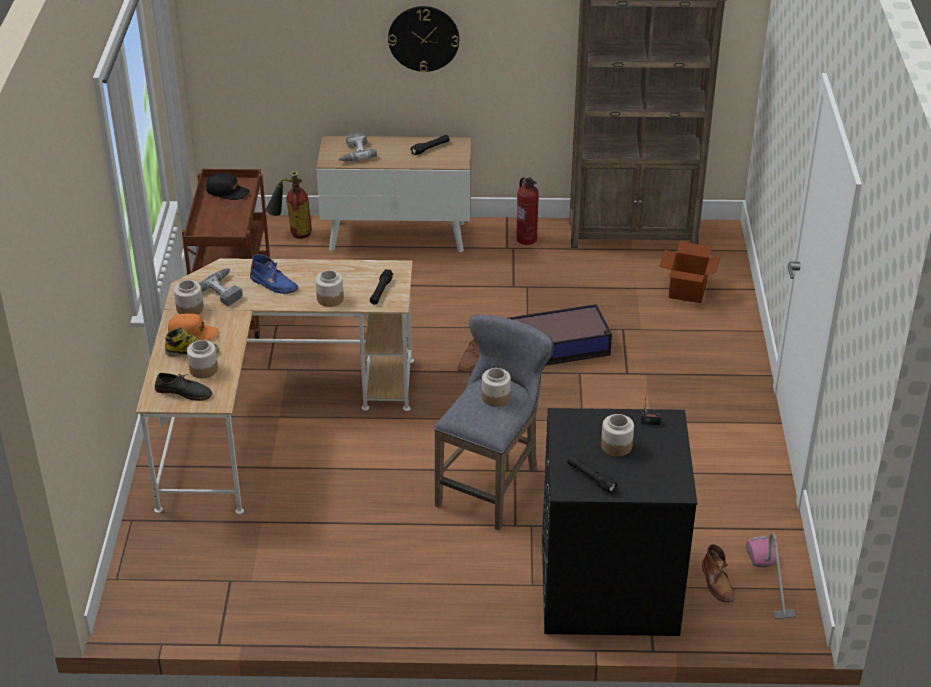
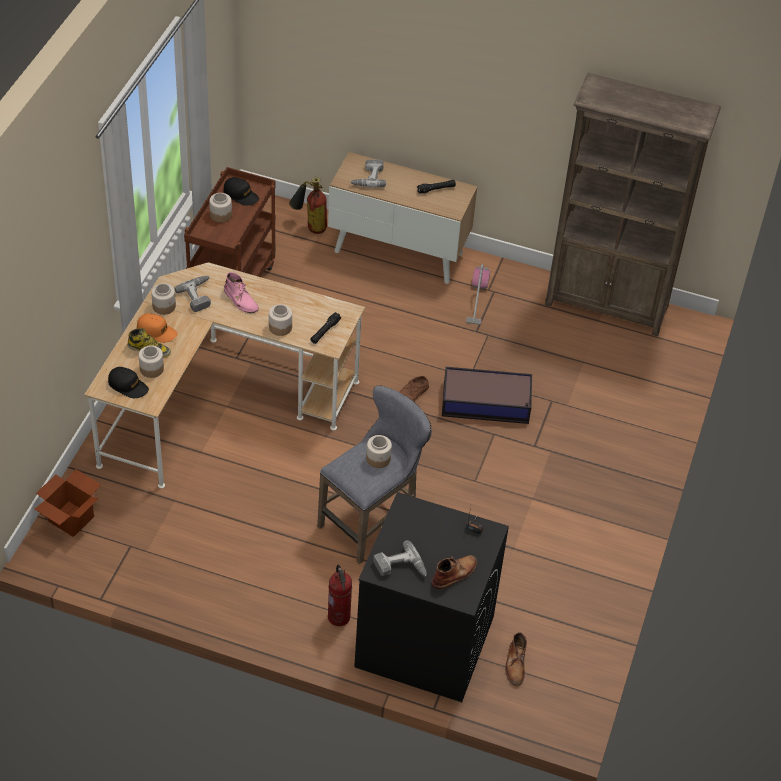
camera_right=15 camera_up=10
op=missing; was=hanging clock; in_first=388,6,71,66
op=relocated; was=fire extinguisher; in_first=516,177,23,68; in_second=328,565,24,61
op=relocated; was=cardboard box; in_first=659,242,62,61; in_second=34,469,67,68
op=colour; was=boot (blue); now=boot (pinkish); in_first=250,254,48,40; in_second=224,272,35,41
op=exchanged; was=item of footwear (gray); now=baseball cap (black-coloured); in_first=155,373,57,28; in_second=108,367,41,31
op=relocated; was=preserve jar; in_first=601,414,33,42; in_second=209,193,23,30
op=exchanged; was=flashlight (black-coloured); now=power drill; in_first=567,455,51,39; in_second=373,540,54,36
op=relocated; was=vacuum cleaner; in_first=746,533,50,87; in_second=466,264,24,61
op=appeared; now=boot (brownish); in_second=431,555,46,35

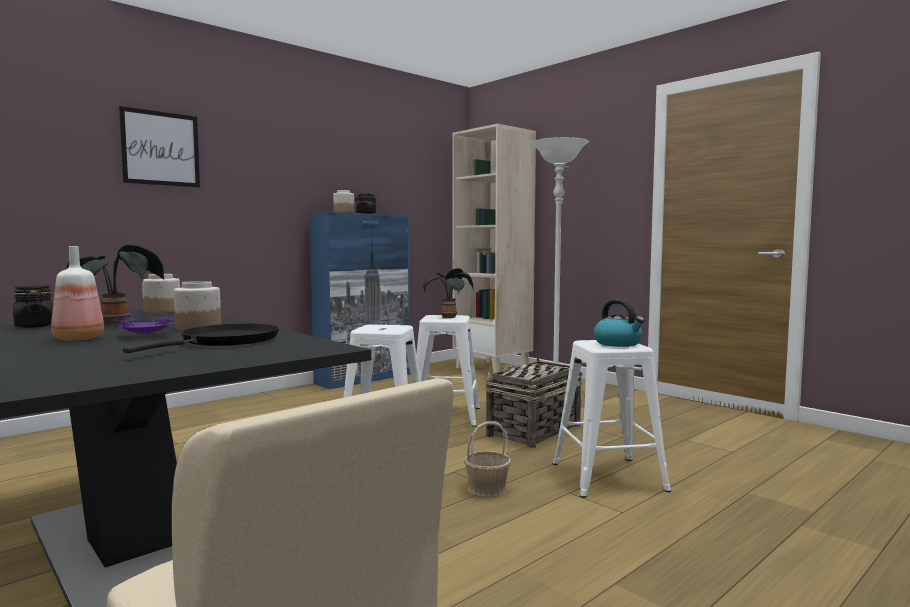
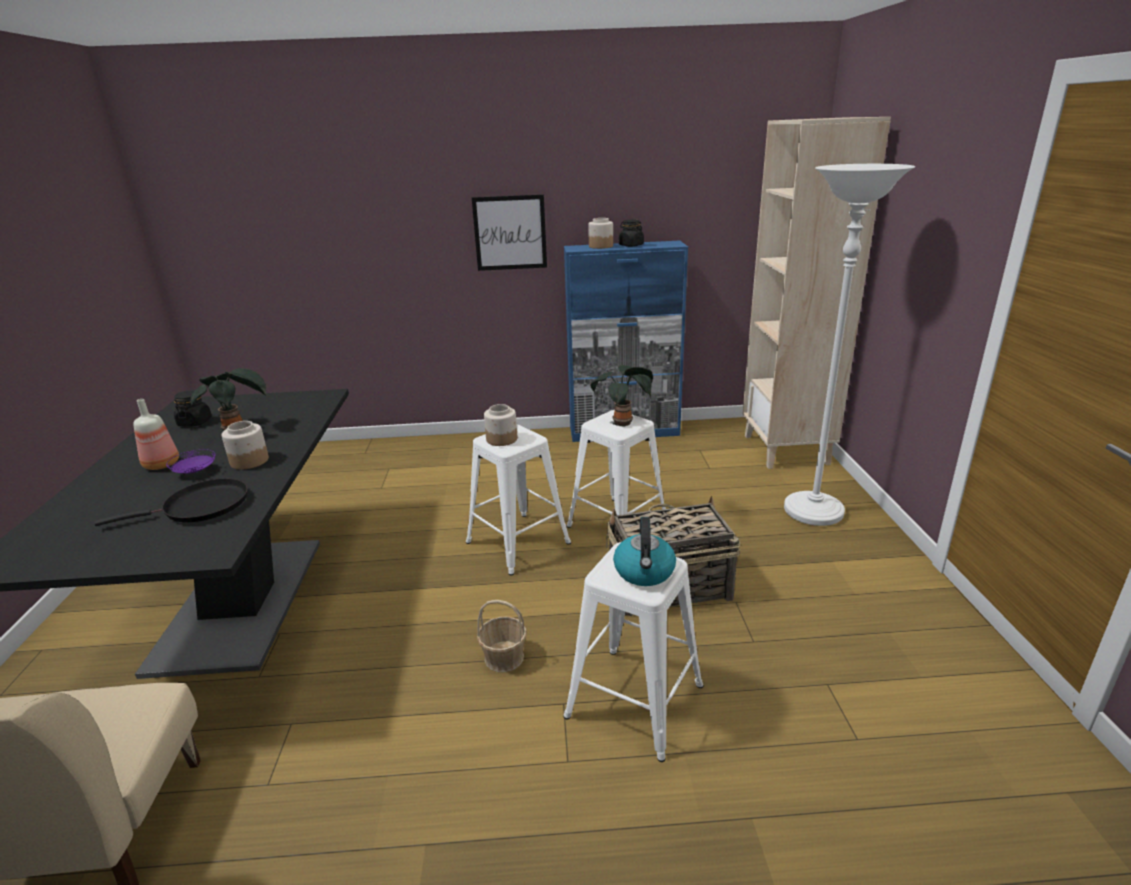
camera_right=40 camera_up=20
op=relocated; was=wall picture; in_first=119,106,81,82; in_second=472,194,75,77
op=relocated; was=preserve jar; in_first=142,274,38,39; in_second=484,404,34,42

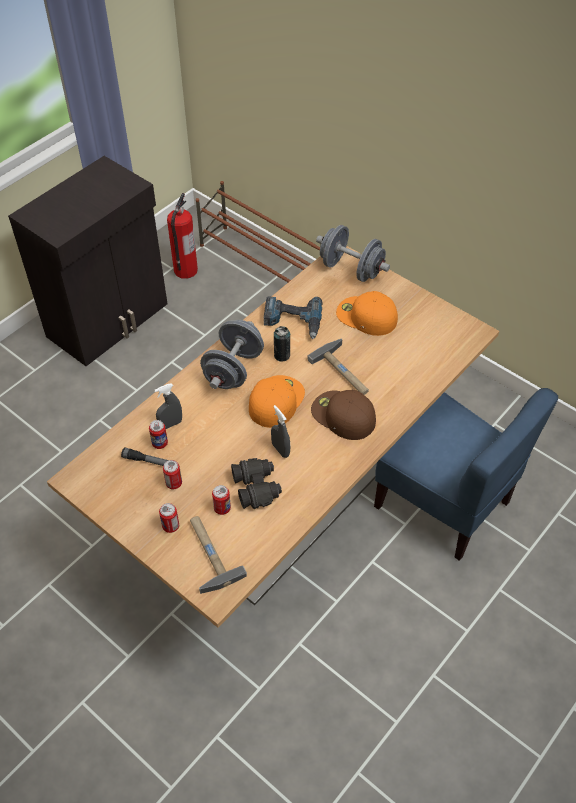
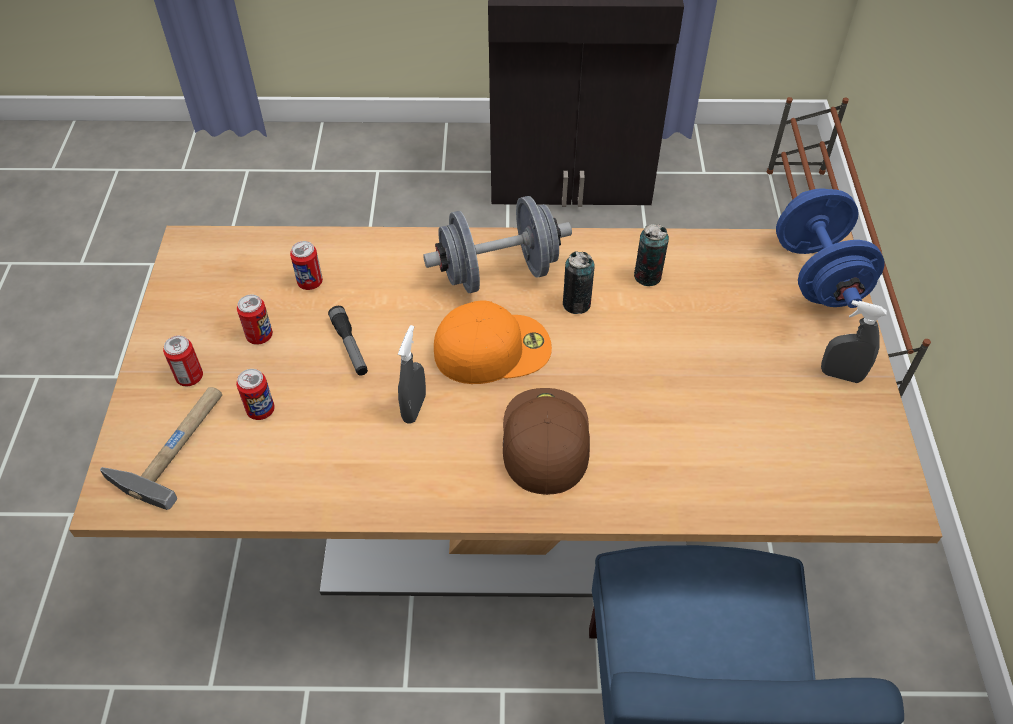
camera_right=50 camera_up=0
op=missing; was=fire extinguisher; in_first=167,193,31,86
op=colour; was=free weight (gray); now=free weight (blue); in_first=316,225,74,57; in_second=776,188,109,120
op=missing; was=baseball cap (orangey); in_first=336,291,62,45
op=exchanged; was=power drill; now=metal can; in_first=264,297,59,42; in_second=634,224,35,62
op=missing; was=hand hammer; in_first=307,339,62,56
op=relocated; was=spray bottle (gray); in_first=154,384,28,45; in_second=821,300,66,83
op=relocated; was=flashlight; in_first=121,447,48,19; in_second=328,306,40,70
op=missing; was=field glasses (black-coloured); in_first=231,458,51,51

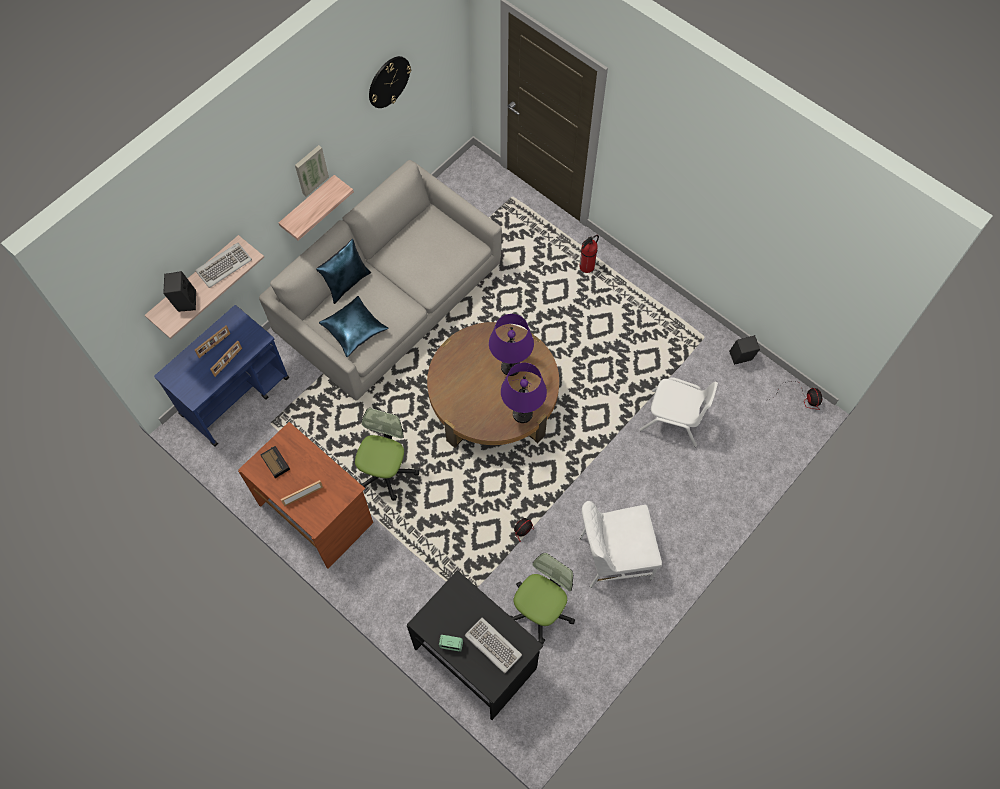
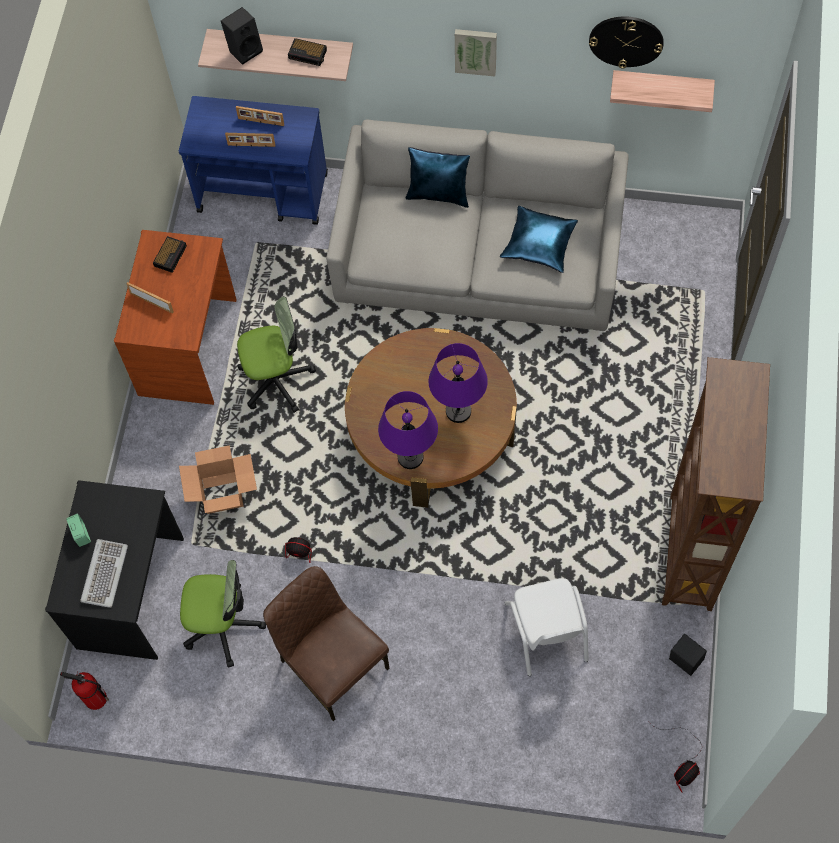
camera_right=60 camera_up=0
op=relocated; was=wall shelf; in_first=279,175,75,66; in_second=610,70,105,42
op=relocated; was=fire extinguisher; in_first=579,235,20,38; in_second=60,671,49,39
op=exchanged; was=computer keyboard; now=alarm clock; in_first=195,243,57,45; in_second=288,38,39,28
op=relocated; was=pillow (blue); in_first=319,296,69,61; in_second=500,206,78,67
op=colour; was=upright chair (white); now=upright chair (brownish); in_first=579,501,83,87; in_second=263,566,127,155
op=appeared; now=shelving unit (brownish); in_second=662,357,108,254
op=appeared; now=cardboard box; in_second=179,445,78,69

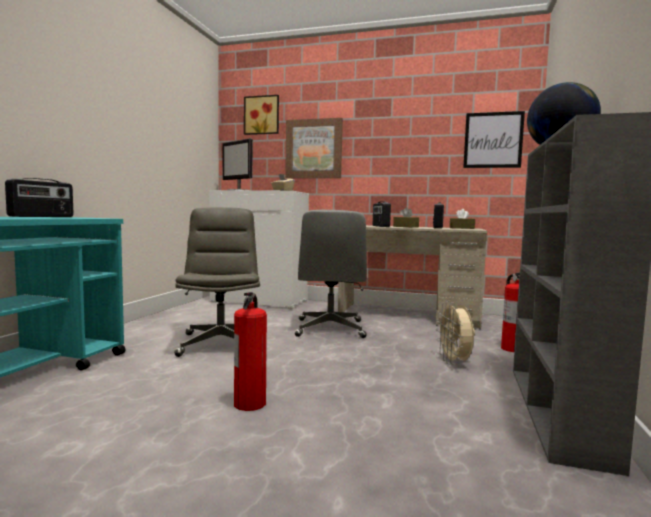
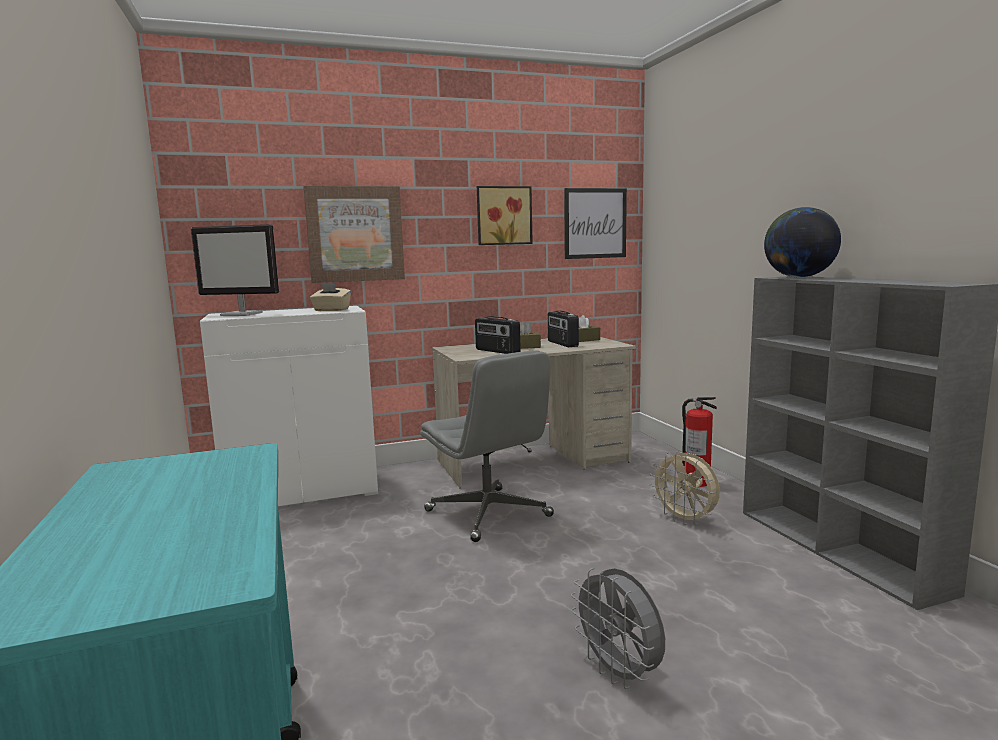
camera_right=-35 camera_up=5
op=relocated; was=wall picture; in_first=244,95,35,40; in_second=477,186,56,59
op=missing; was=radio receiver; in_first=5,178,69,39
op=missing; was=office chair (gray); in_first=174,207,86,150
op=exchanged; was=fire extinguisher; now=fan (gray); in_first=234,292,33,119; in_second=571,568,94,121

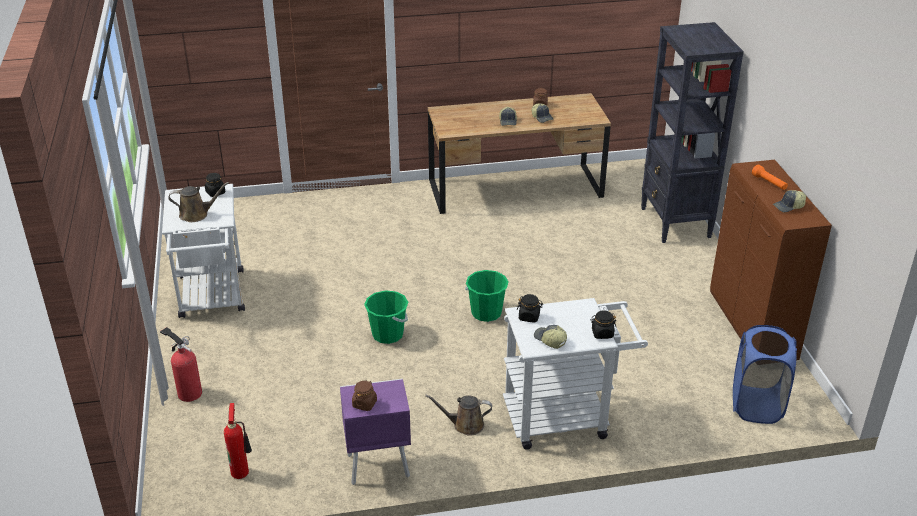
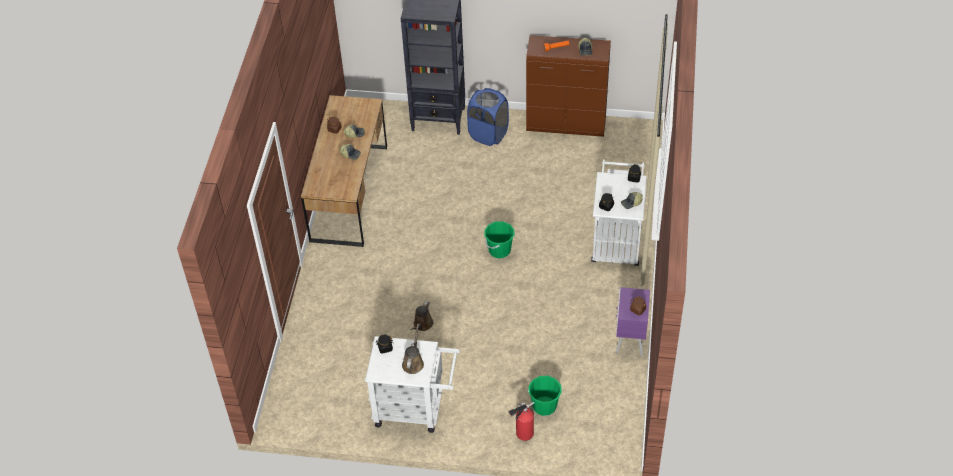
camera_right=-70 camera_up=15
op=relocated; was=pail (greenish); in_first=364,290,44,54; in_second=528,376,34,40
op=relocated; was=laundry basket (blue); in_first=733,325,64,99; in_second=467,88,42,58
op=relocated; was=sprinkling can (brownish); in_first=425,395,67,41; in_second=410,301,24,30
op=missing; was=fire extinguisher; in_first=224,403,28,76

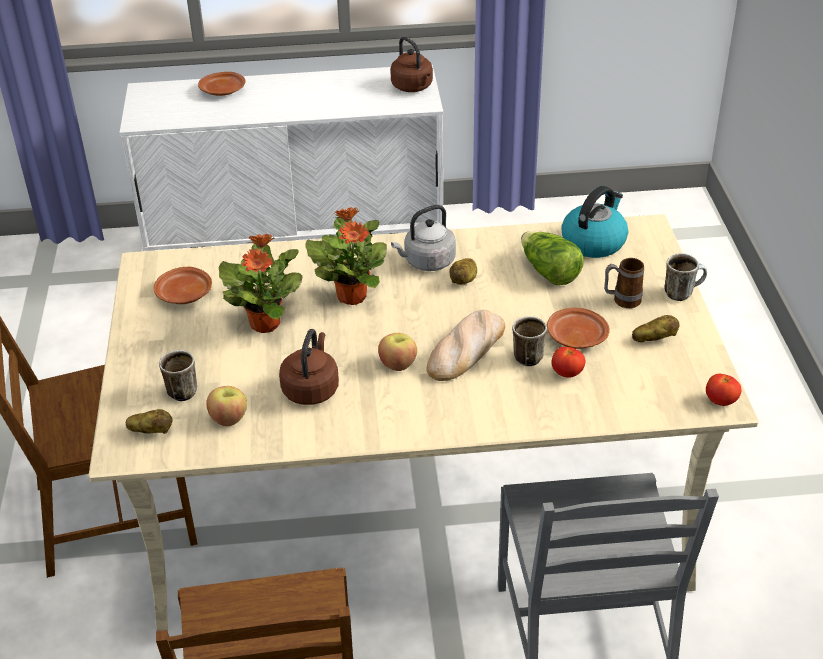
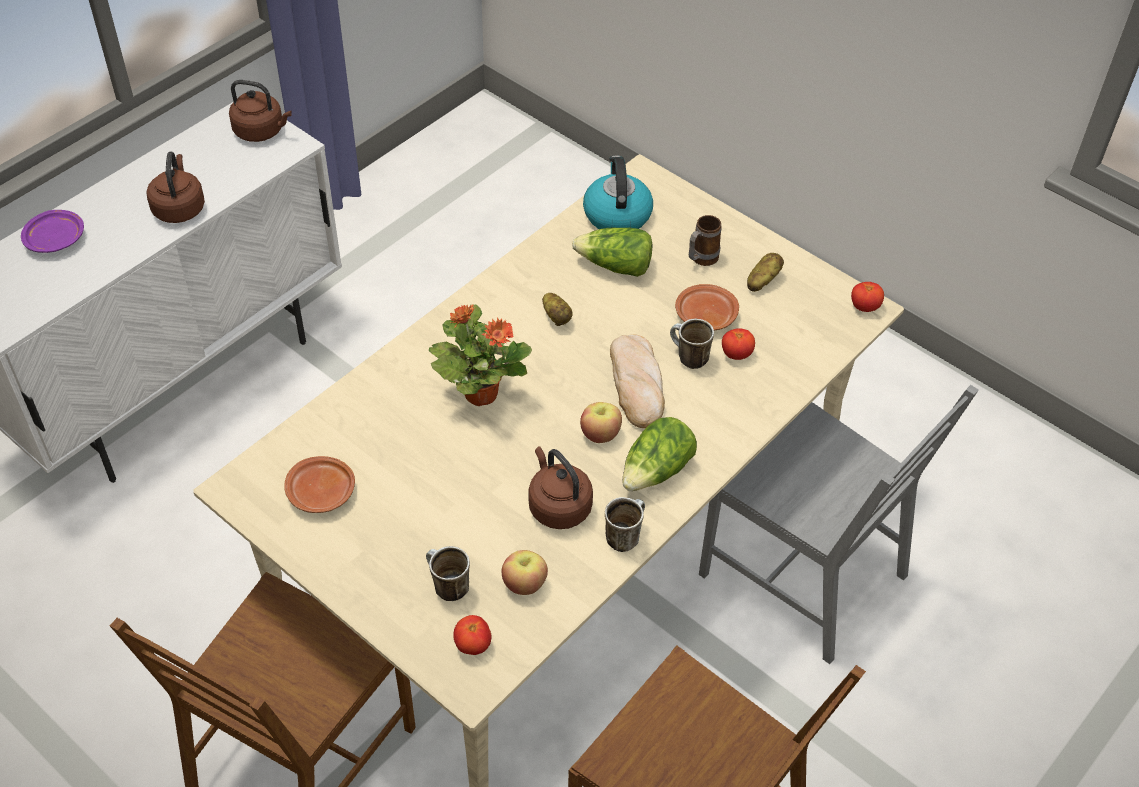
camera_right=-45 camera_up=10
op=colour; was=flat dish (brownish); now=flat dish (purplish); in_first=198,72,48,24; in_second=21,210,63,43
op=missing; was=water kettle (gray); in_first=391,205,65,66
op=missing; was=potted plant; in_first=219,234,84,99
op=relocated; was=coffee mug; in_first=664,253,43,48; in_second=605,497,40,55
op=exchanged; was=spud; now=whole tomato; in_first=126,409,47,25; in_second=453,615,38,40
op=appeared; now=water kettle (brownish); in_second=147,152,58,71
op=appeared; now=lettuce; in_second=623,417,74,74

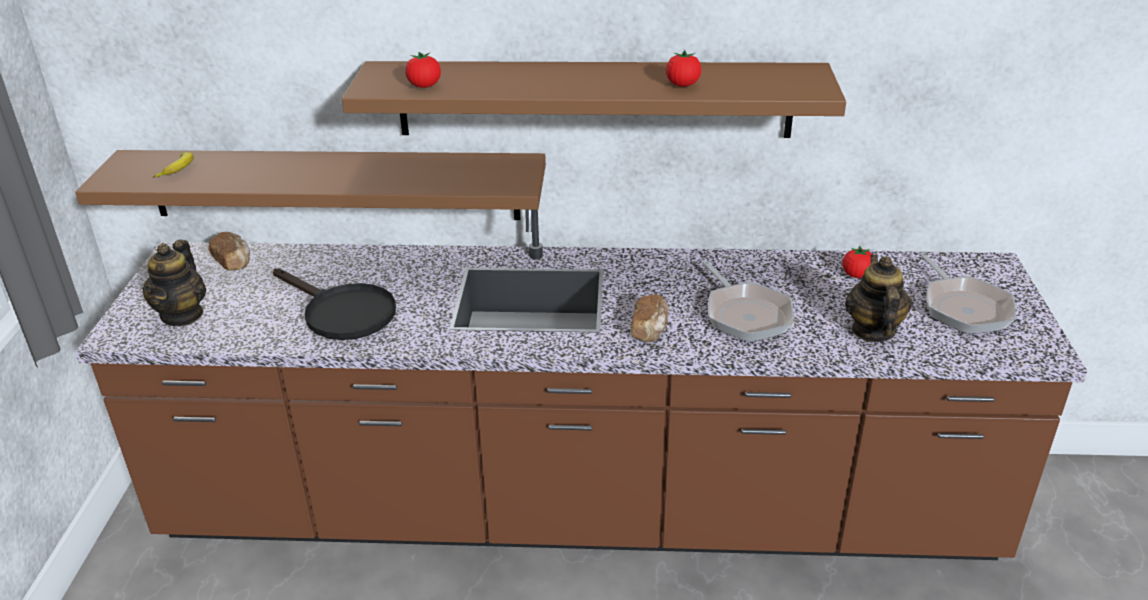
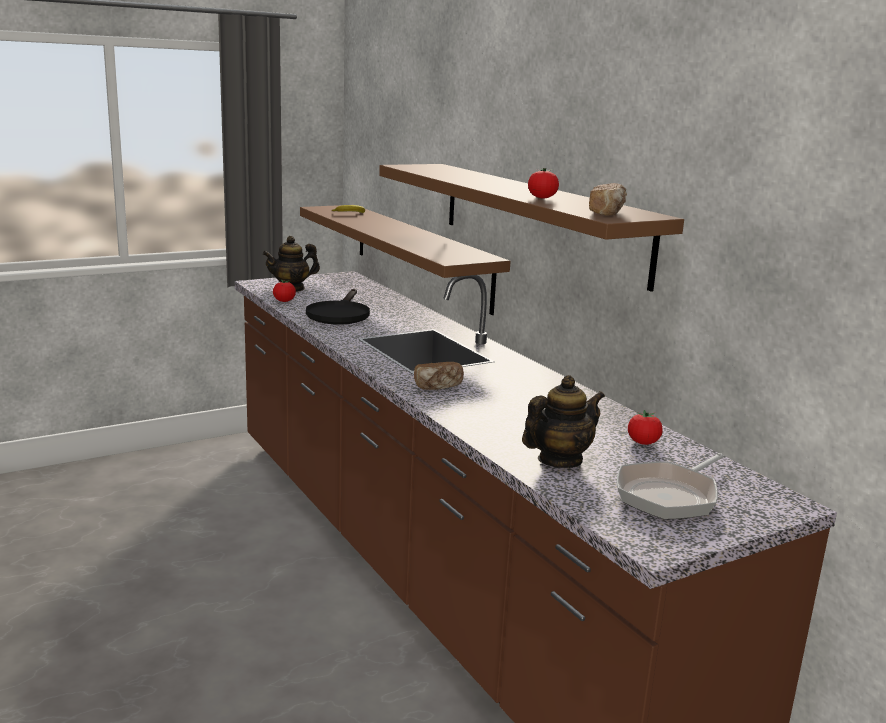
camera_right=55 camera_up=-15
op=relocated; was=whole tomato; in_first=405,52,36,36; in_second=273,279,23,23
op=relocated; was=bakery bread; in_first=208,232,42,38; in_second=589,183,38,33
op=missing; was=frying pan; in_first=703,260,91,82

